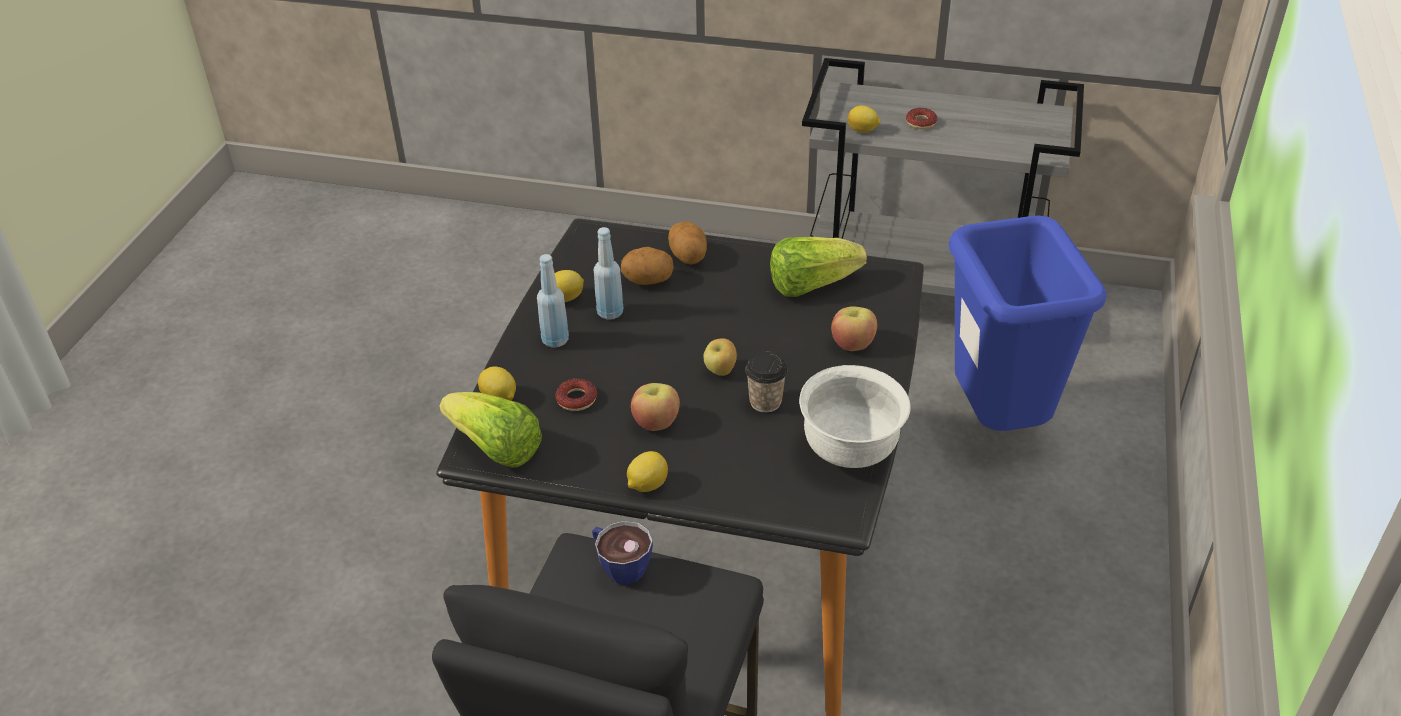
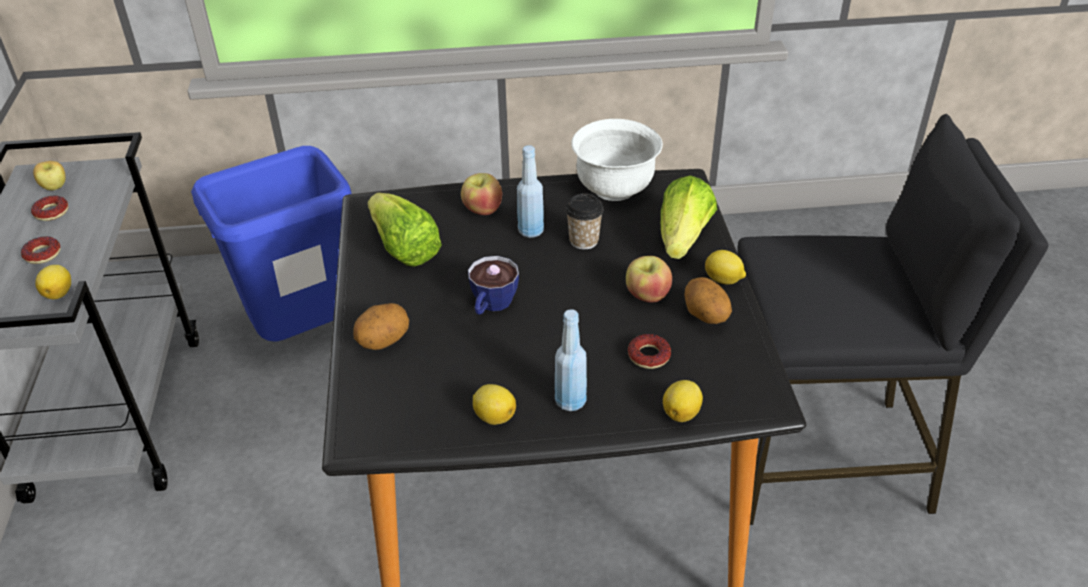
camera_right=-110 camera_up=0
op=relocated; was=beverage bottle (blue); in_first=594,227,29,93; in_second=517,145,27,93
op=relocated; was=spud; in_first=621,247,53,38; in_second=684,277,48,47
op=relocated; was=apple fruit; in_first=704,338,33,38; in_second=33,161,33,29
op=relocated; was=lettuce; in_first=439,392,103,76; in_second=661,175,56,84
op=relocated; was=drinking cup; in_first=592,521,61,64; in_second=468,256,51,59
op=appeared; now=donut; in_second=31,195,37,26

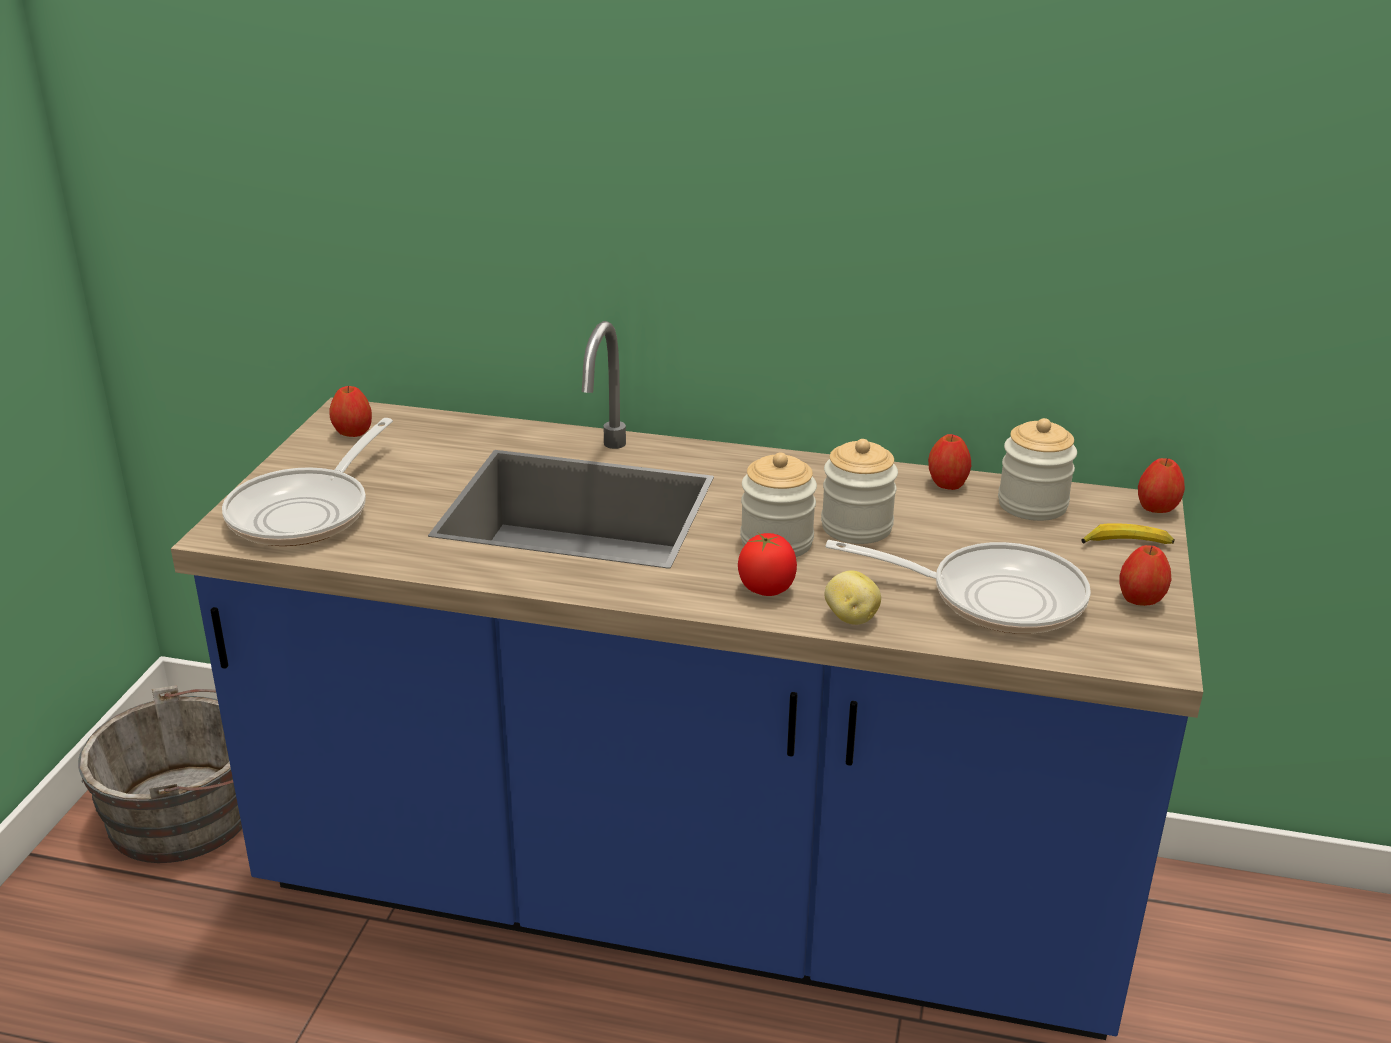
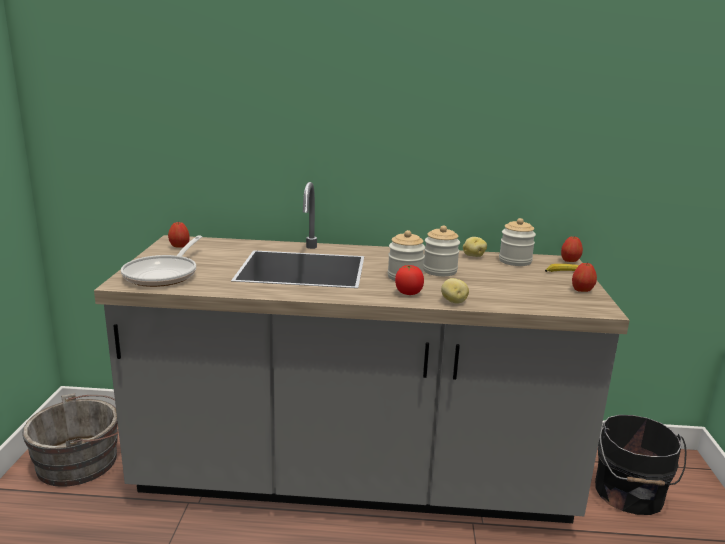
camera_right=-10 camera_up=-10
op=colour; was=kitchen counter (blue); now=kitchen counter (gray); in_first=171,321,1032,719; in_second=94,182,536,341
op=exchanged; was=apple fruit; now=spud; in_first=928,434,43,56; in_second=463,237,24,20
op=missing; was=frying pan; in_first=825,540,266,94
op=appeared; now=pail (black-coloured); in_second=595,415,92,100

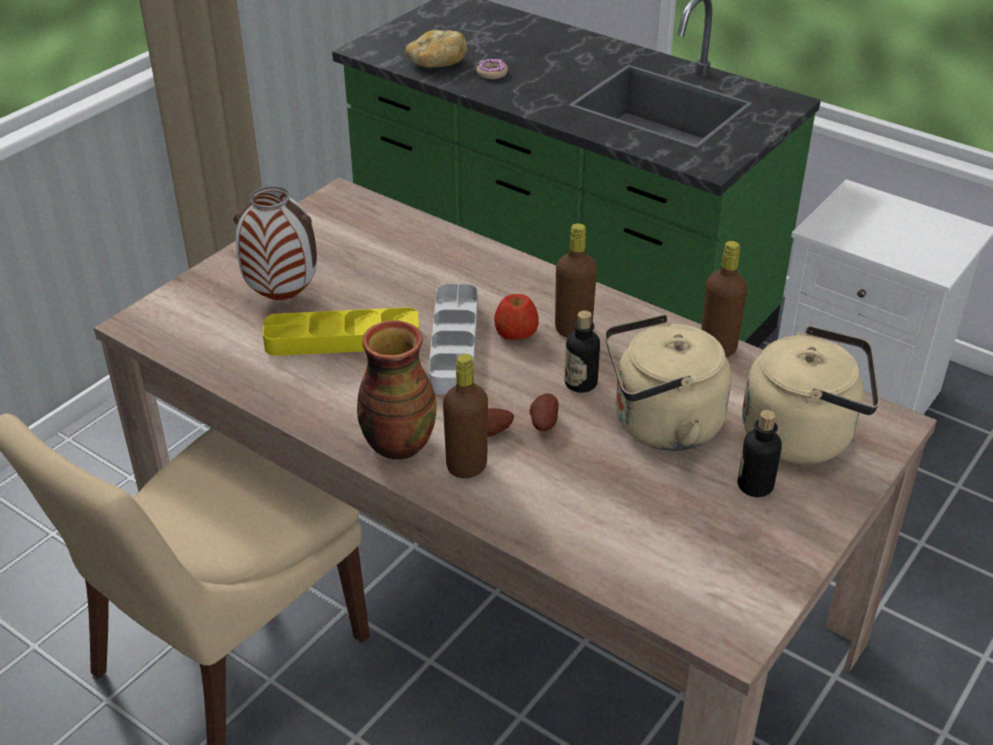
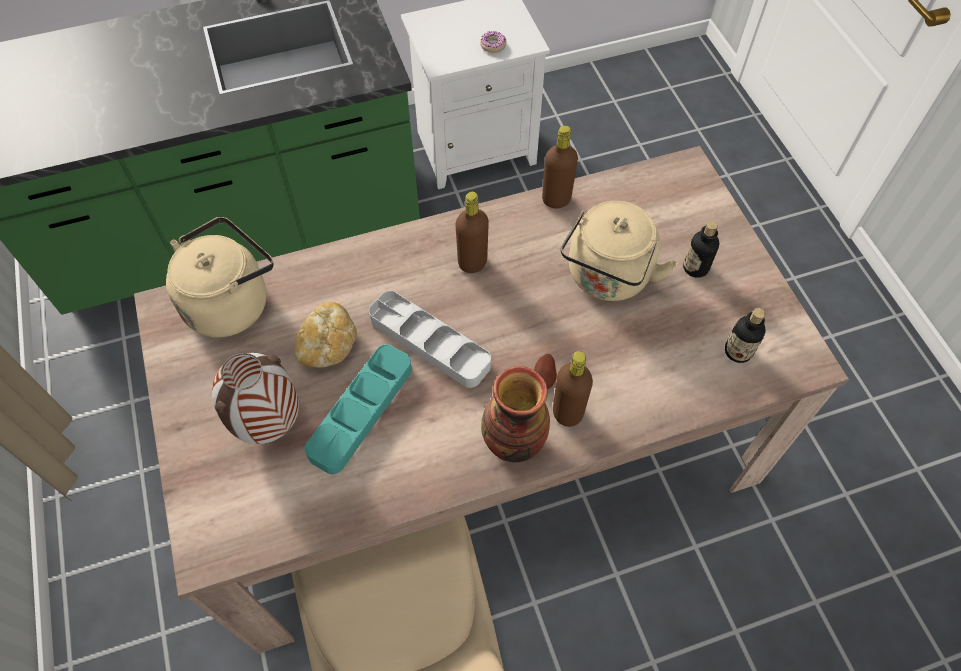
camera_right=-55 camera_up=20
op=relocated; was=bakery bread; in_first=405,30,62,38; in_second=295,302,62,66
op=relocated; was=donut; in_first=476,59,32,20; in_second=480,31,27,22
op=missing; was=apple fruit; in_first=494,294,45,46
op=colour; was=carrying tray (yellow-coloured); now=carrying tray (blue-green); in_first=263,307,156,49; in_second=305,344,107,130
op=relocated; was=beverage bottle; in_first=565,310,35,83; in_second=725,308,41,55
op=relocated; was=water kettle (beige-coloured); in_first=742,326,137,138; in_second=166,217,108,120
op=missing; was=spud; in_first=530,393,29,38

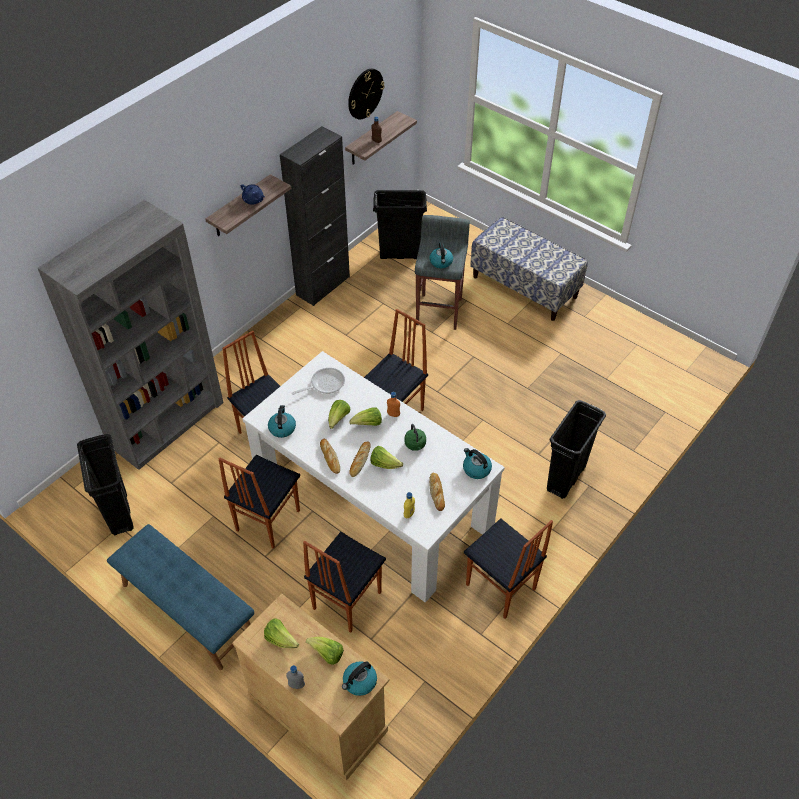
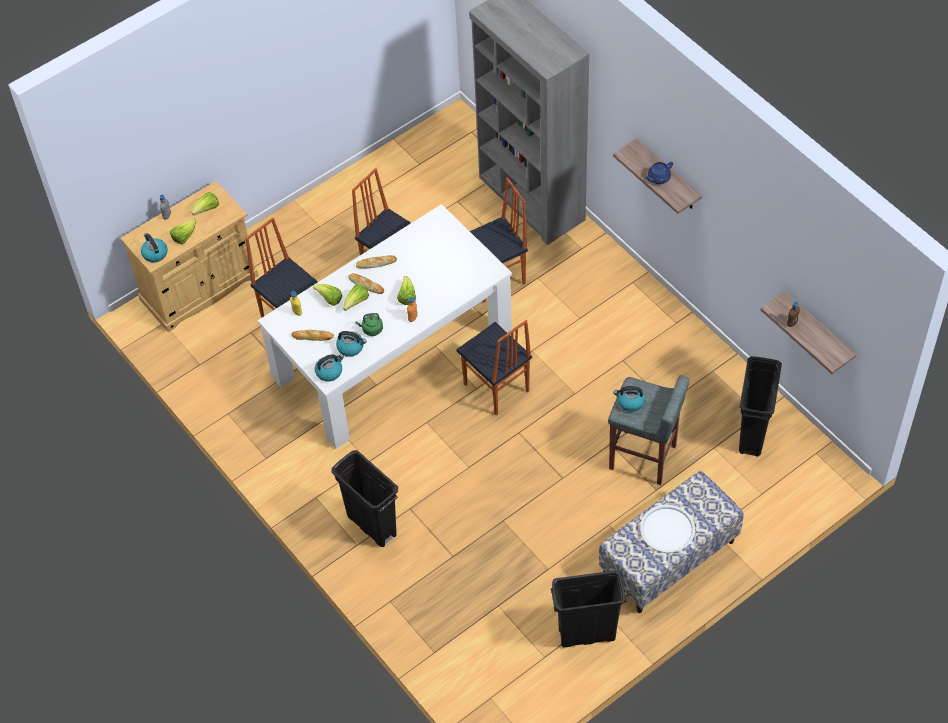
camera_right=105 camera_up=5
op=missing; was=hanging clock; in_first=348,69,36,50
op=missing; was=cabinet (black-coloured); in_first=280,126,70,180
op=missing; was=frying pan; in_first=292,368,53,27
op=relocated; was=lettuce; in_first=328,400,22,29; in_second=313,284,29,22
op=relocated; was=water kettle; in_first=268,405,28,33; in_second=336,331,31,26
op=relocated; was=trash can (black-coloured); in_first=77,434,57,101; in_second=551,570,76,78
op=missing; was=upright chair; in_first=464,518,89,101
op=missing; was=indoor bench (blue); in_first=107,524,147,146
op=appeared; now=carrying tray (white); in_second=640,505,55,48

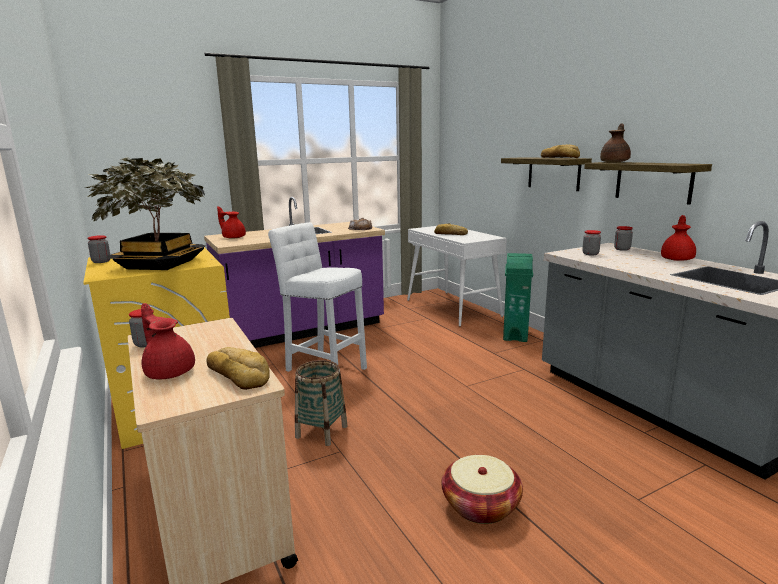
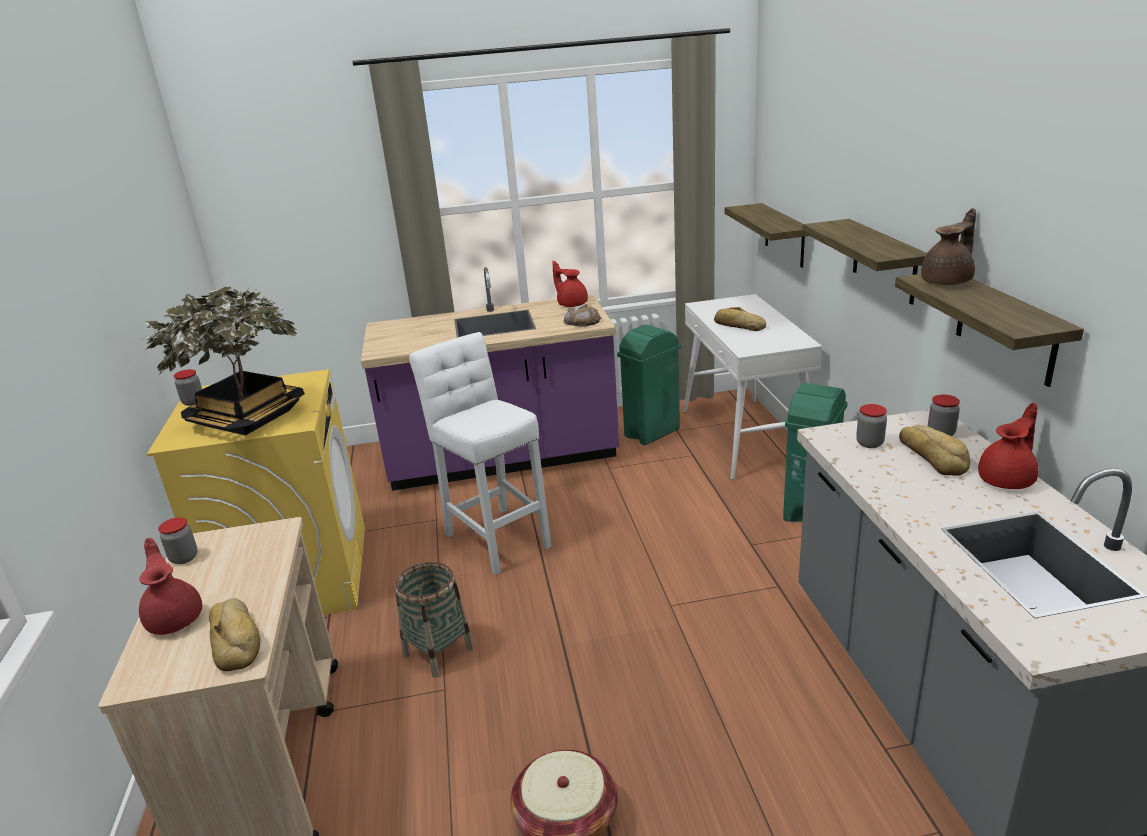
camera_right=20 camera_up=10
op=relocated; was=bakery bread; in_first=541,145,39,13; in_second=899,425,71,51
op=relocated; was=pot for tea (reddish); in_first=217,206,29,33; in_second=552,261,36,46
op=appeared; now=wall shelf; in_second=725,203,84,65
op=appeared; now=trash can (greenish); in_second=617,325,64,120

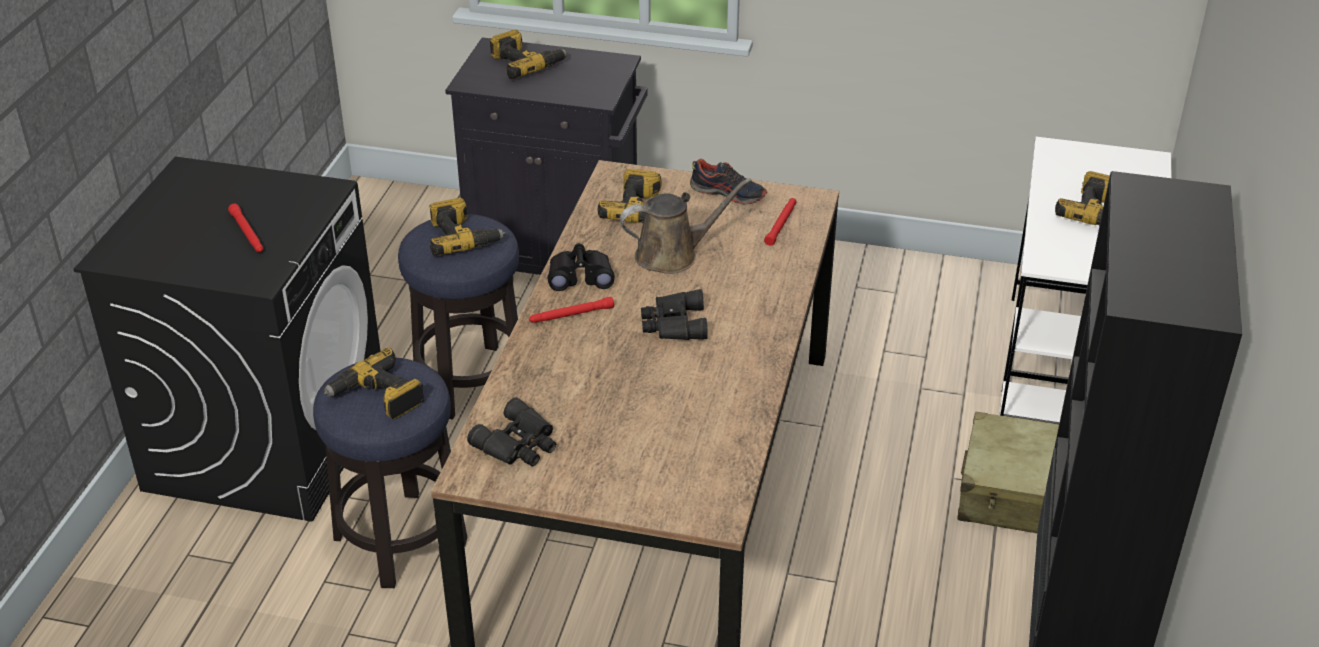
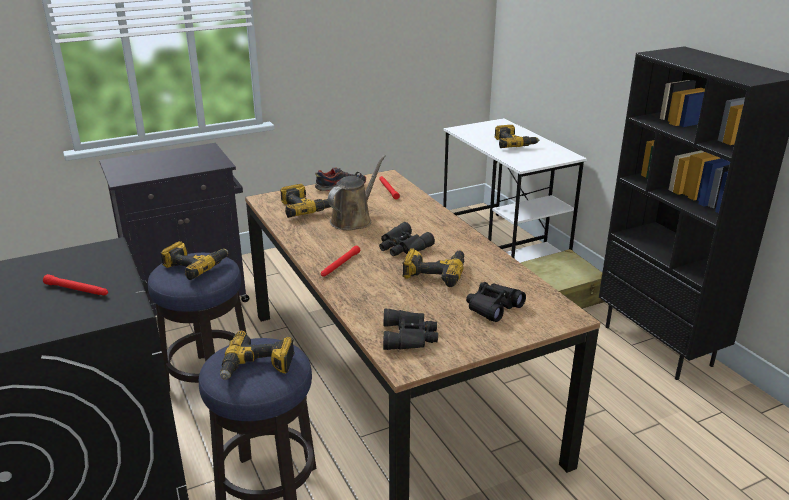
camera_right=-40 camera_up=-10
op=relocated; was=power drill; in_first=490,30,78,49; in_second=402,248,62,39
op=relocated; was=field glasses (black-coloured); in_first=548,243,67,48; in_second=466,282,60,40

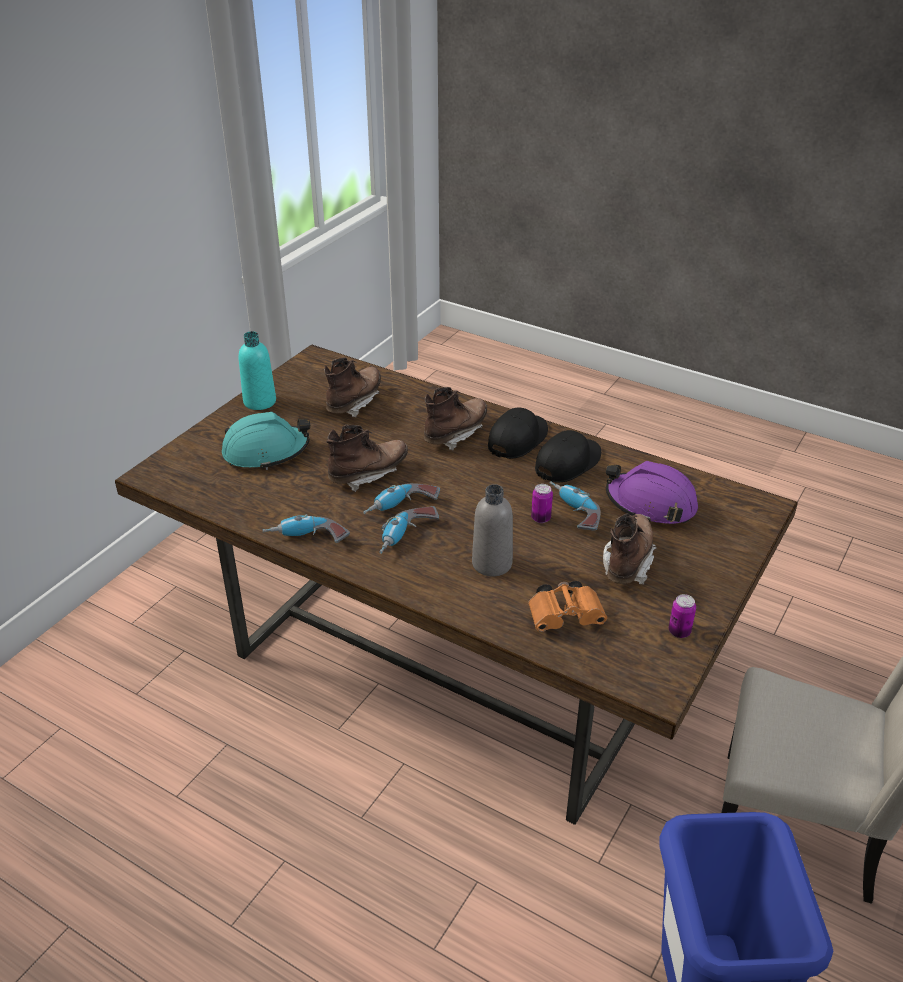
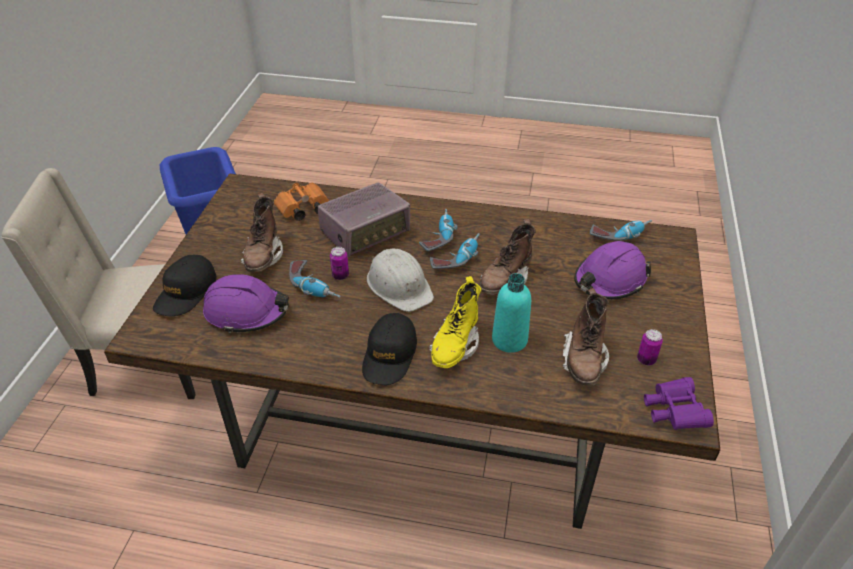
camera_right=160 camera_up=5
op=relocated; was=beverage bottle (blue-green); in_first=239,331,37,79; in_second=492,273,39,80
op=colour; was=boot (brownish); now=boot (yellow-coloured); in_first=424,387,63,64; in_second=429,276,52,92
op=colour; was=work helmet (blue-green); now=work helmet (purplish); in_first=222,412,88,58; in_second=574,241,77,59
op=relocated; was=baseball cap (black-coloured); in_first=535,430,66,52; in_second=153,255,64,61
op=exchanged; was=beverage bottle (gray); now=radio receiver; in_first=472,484,41,92; in_second=318,182,92,75
op=relocated; was=power drill; in_first=263,514,87,29; in_second=590,220,62,21
op=relocated; was=metal can; in_first=669,594,27,44; in_second=637,329,26,36
op=appeared; now=work helmet (white); in_second=367,248,67,64
op=appeared; now=field glasses (purplish); in_second=644,377,70,53

